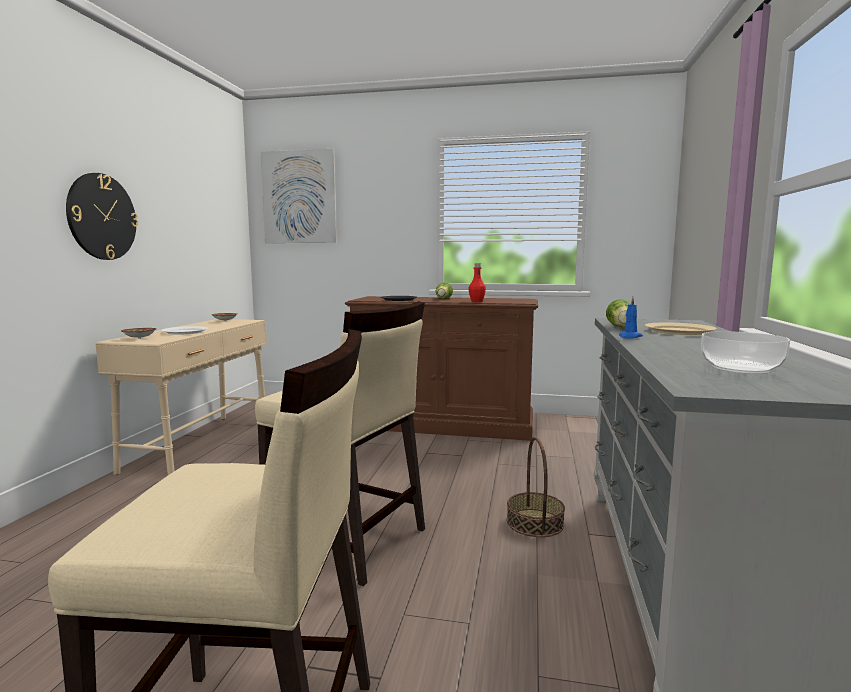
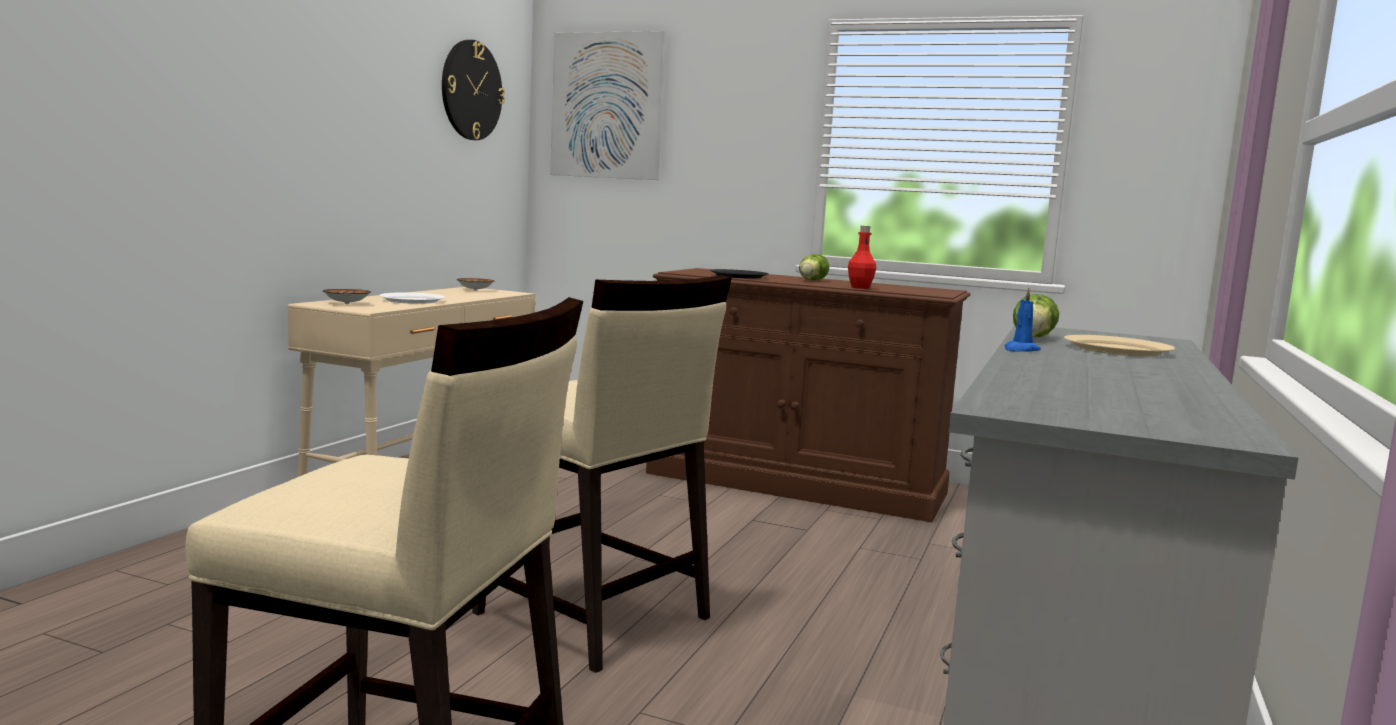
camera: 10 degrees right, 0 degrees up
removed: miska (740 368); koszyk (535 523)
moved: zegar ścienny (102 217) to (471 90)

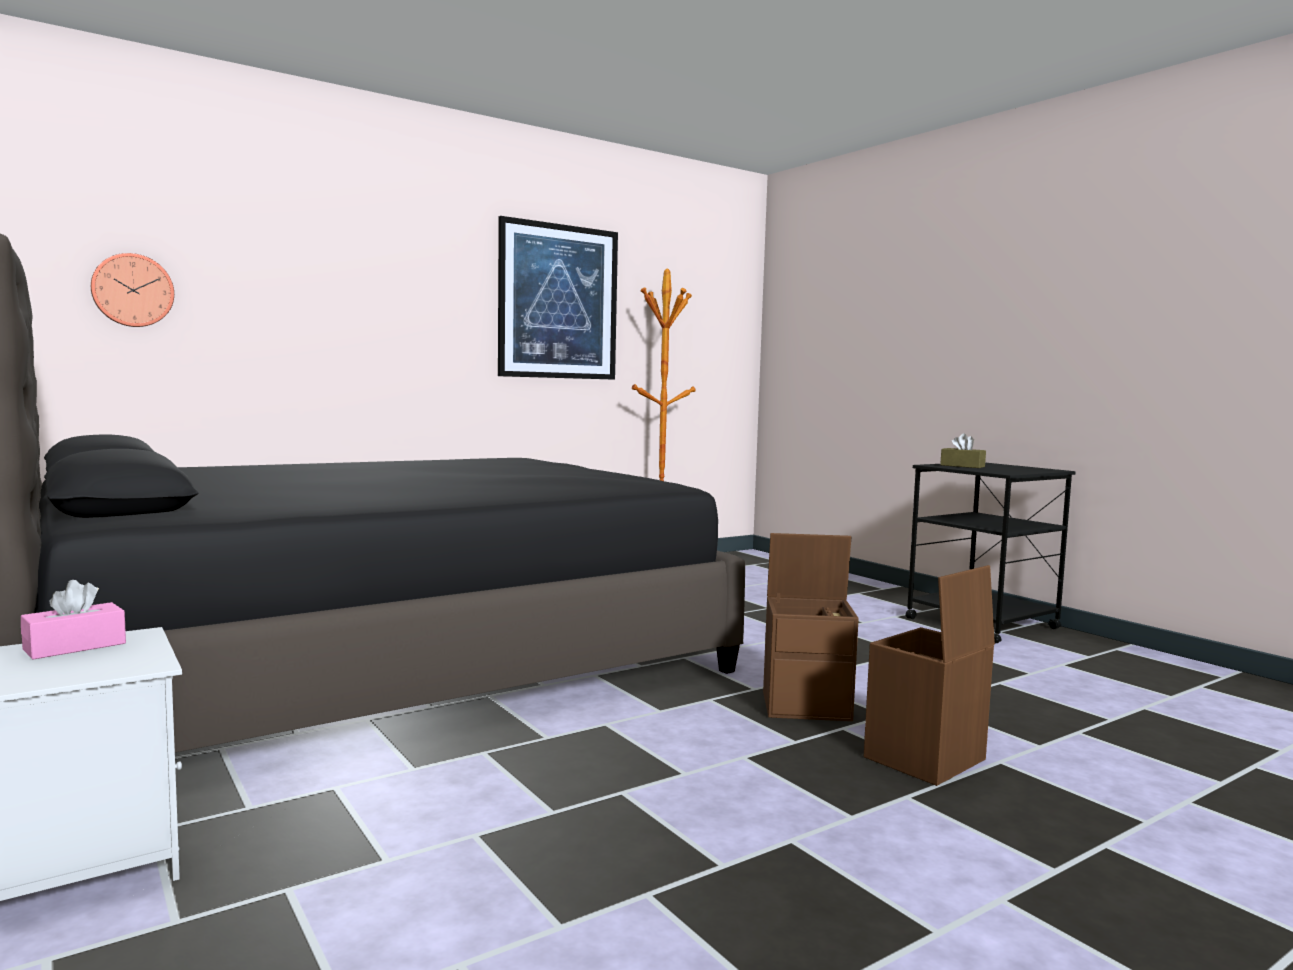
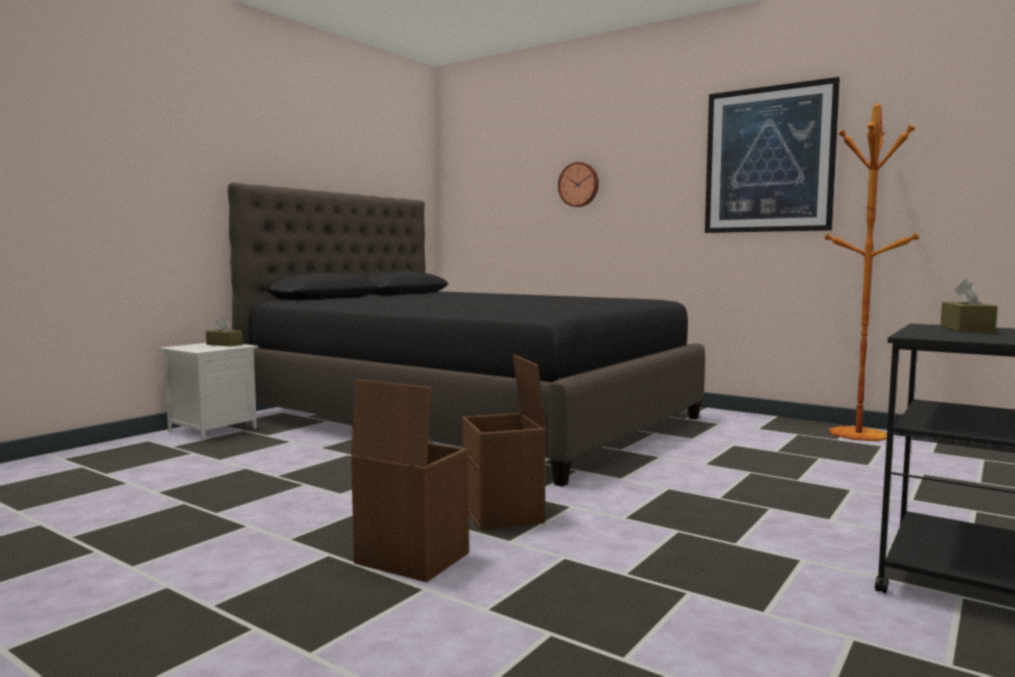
camera: 70 degrees right, 0 degrees up
moved: zegar ścienny (132 290) to (579 184)
recoloured: pudełko chusteczek/różowy (75 646) to pudełko chusteczek/brązowy (224 344)

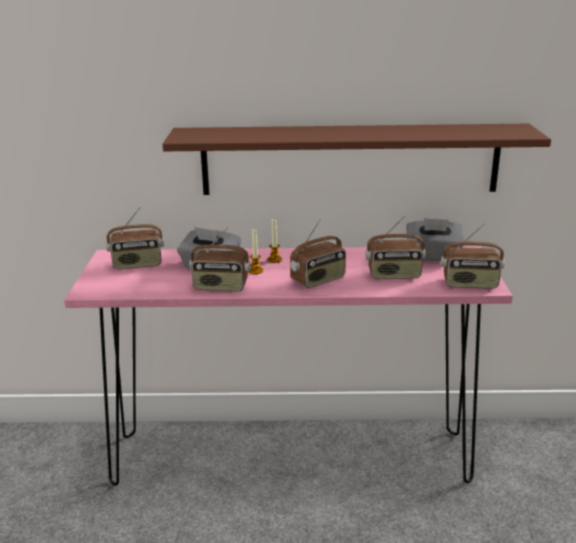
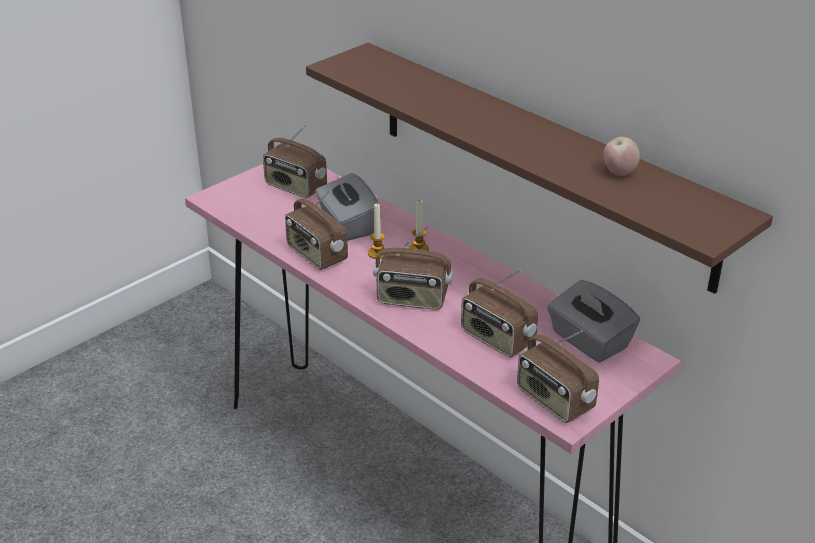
camera: 45 degrees right, 10 degrees up
added: jabłko (619 172)

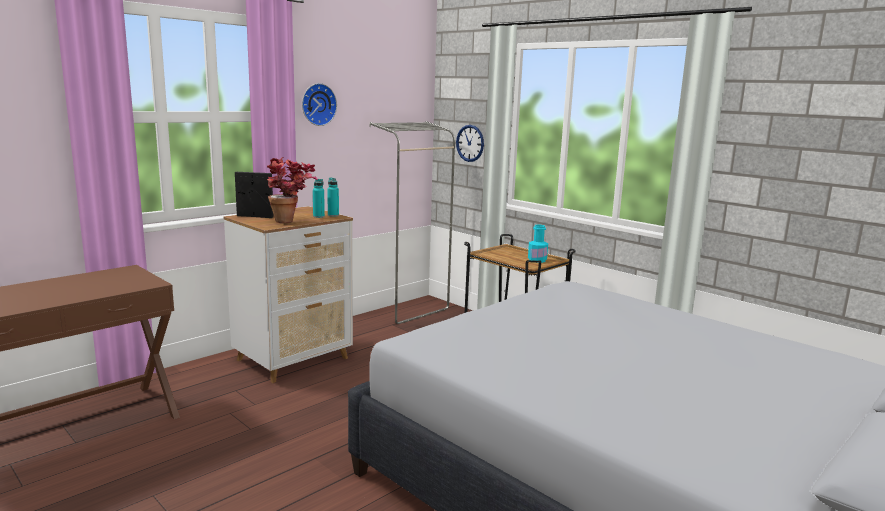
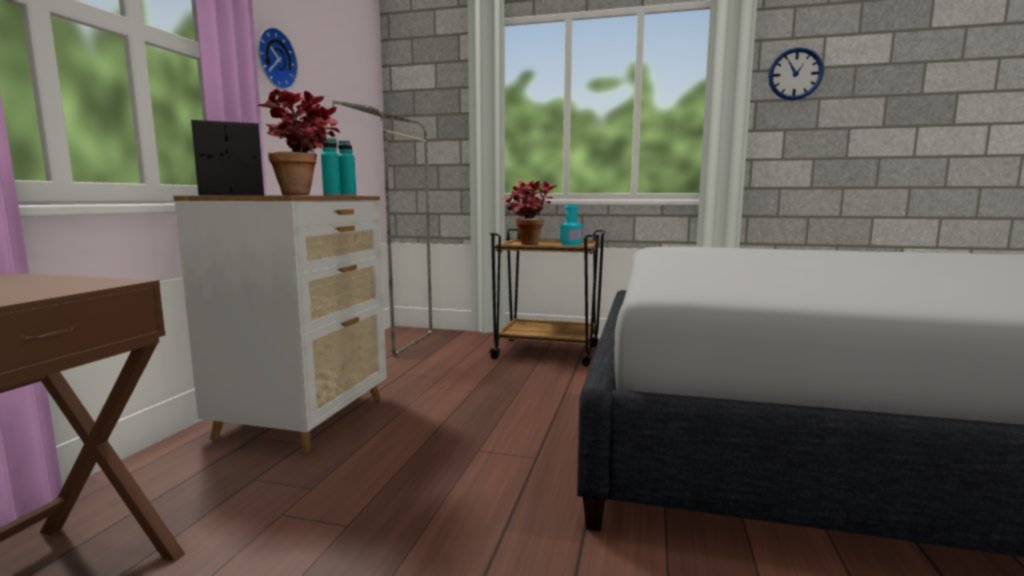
camera: 30 degrees left, 5 degrees down
added: roślina doniczkowa (527 244)
moved: zegar ścienny (470 143) to (795 74)

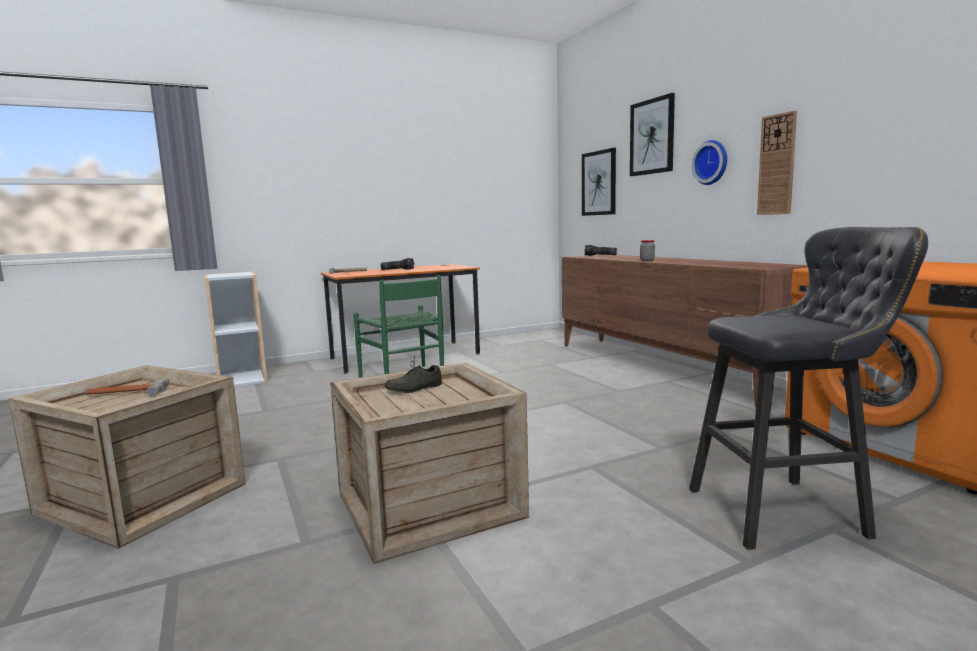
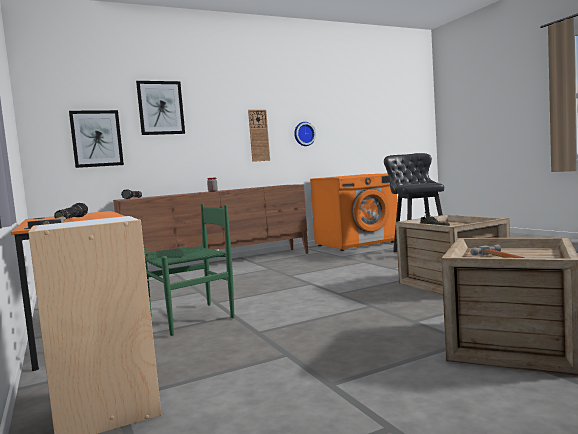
camera: 90 degrees left, 5 degrees down
moved: zegar ścienny (712 162) to (304 134)

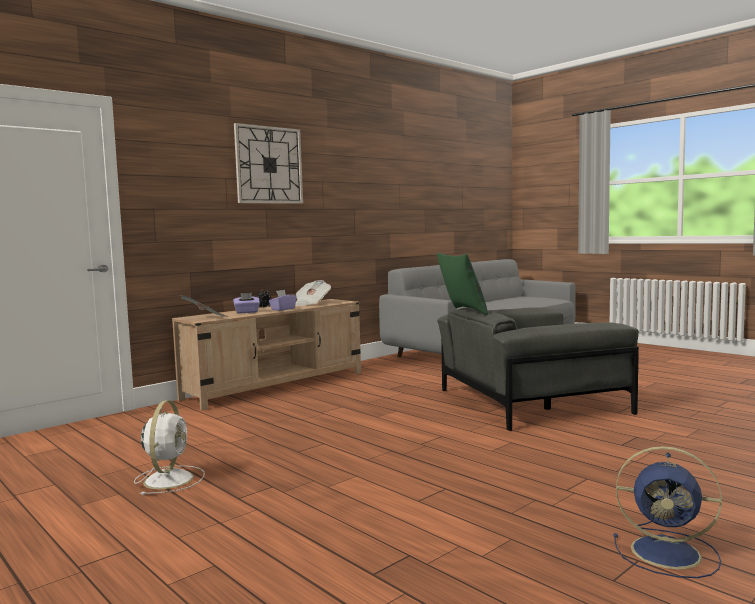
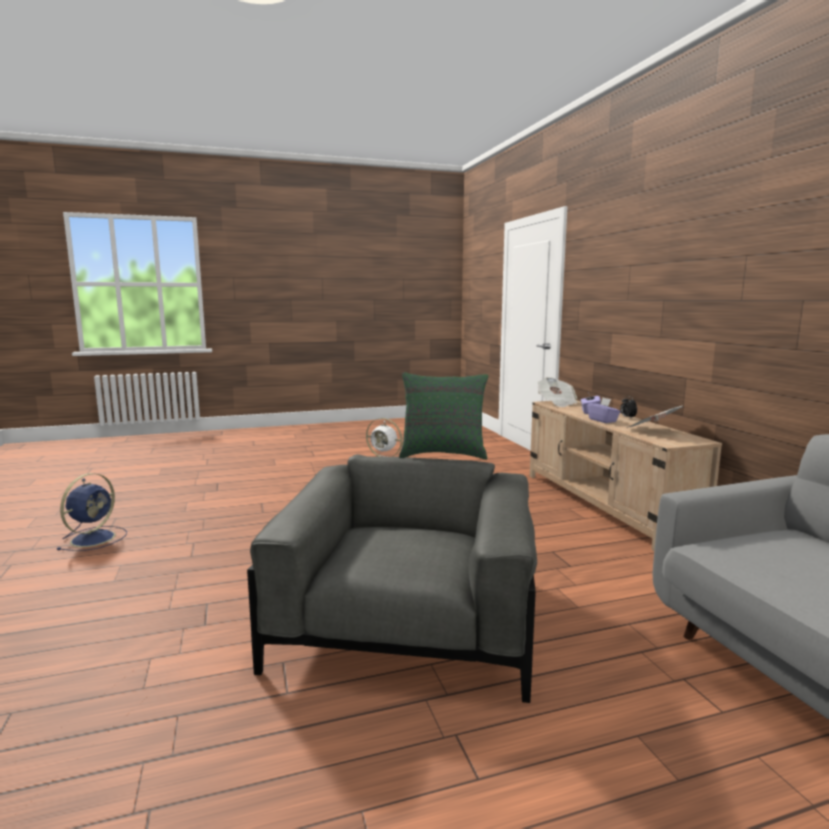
camera: 115 degrees right, 5 degrees up
removed: zegar ścienny (269 165)
turned: wentylator/niebieski (669 553) = (94 538) 150 degrees clockwise

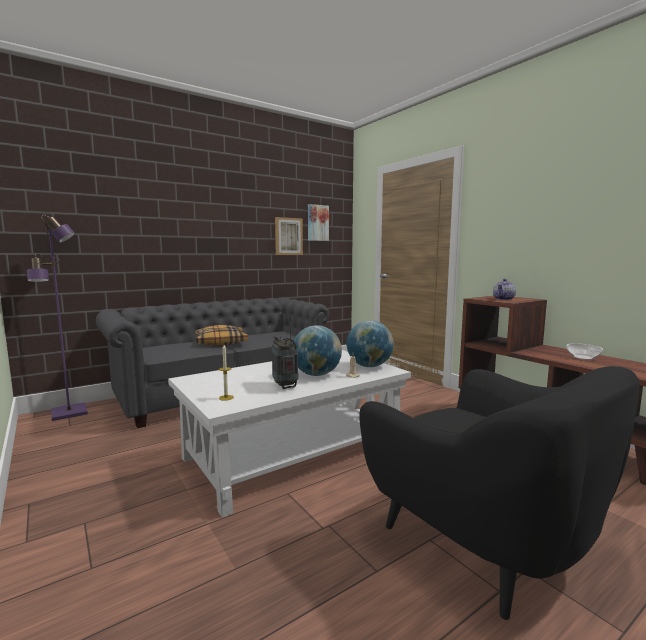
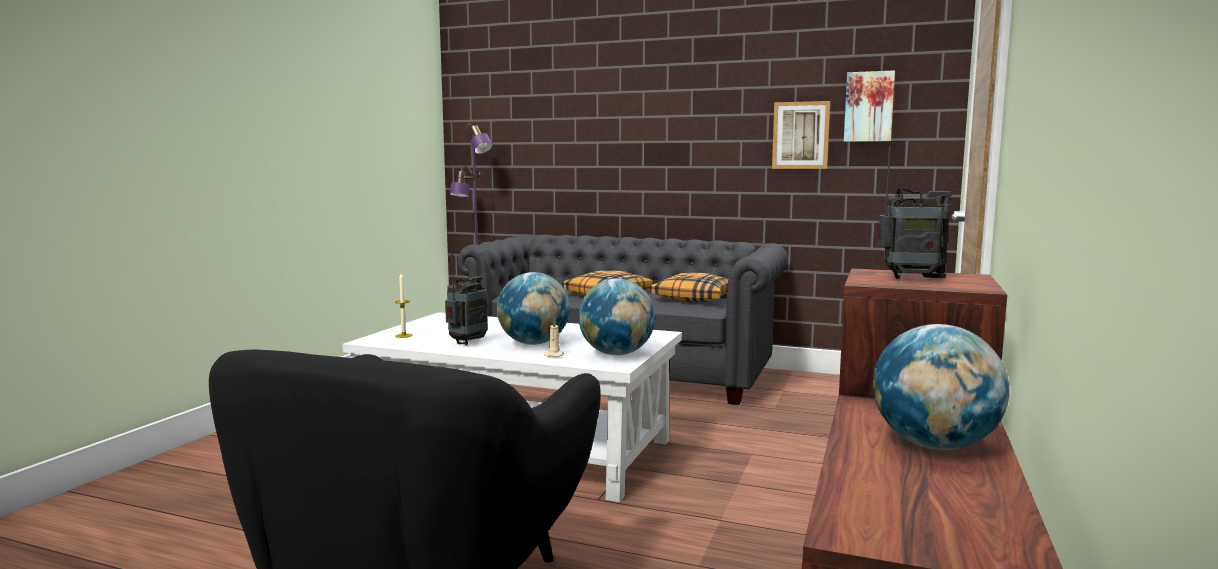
camera: 55 degrees right, 0 degrees up
added: poduszka (694 298)
replaced: imbryk (504 299) to radio (910 279); miska (583 357) to globus (934 445)

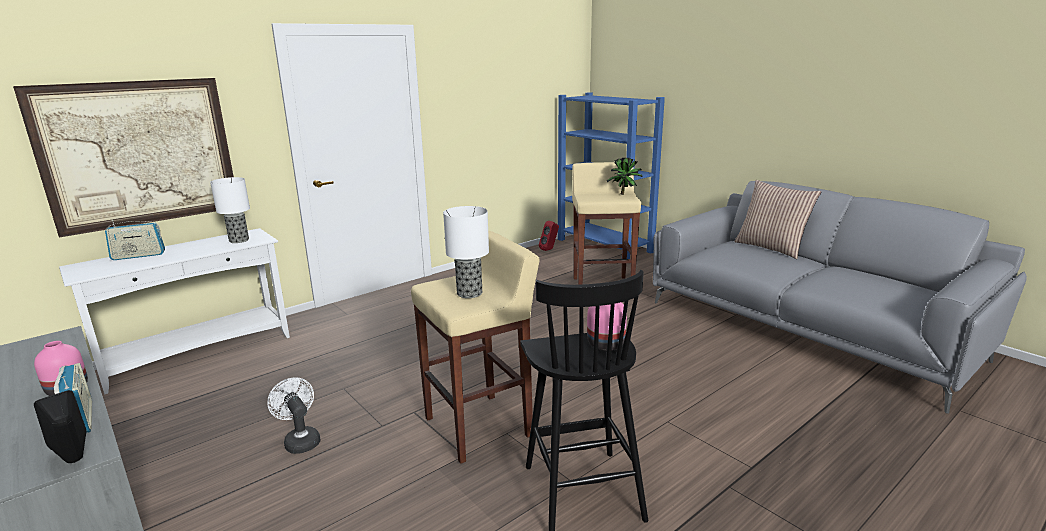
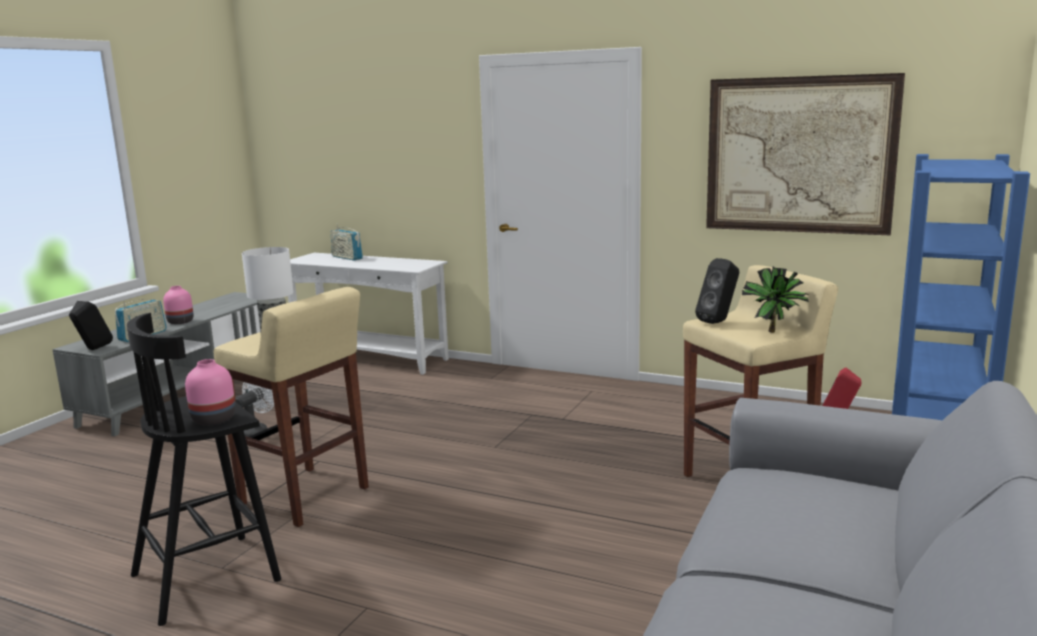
camera: 65 degrees right, 5 degrees down
removed: lampa stołowa (238 240); poduszka (771 248)
added: głośnik/czarny (719 322)
moved: obraz (139 153) to (799 155)

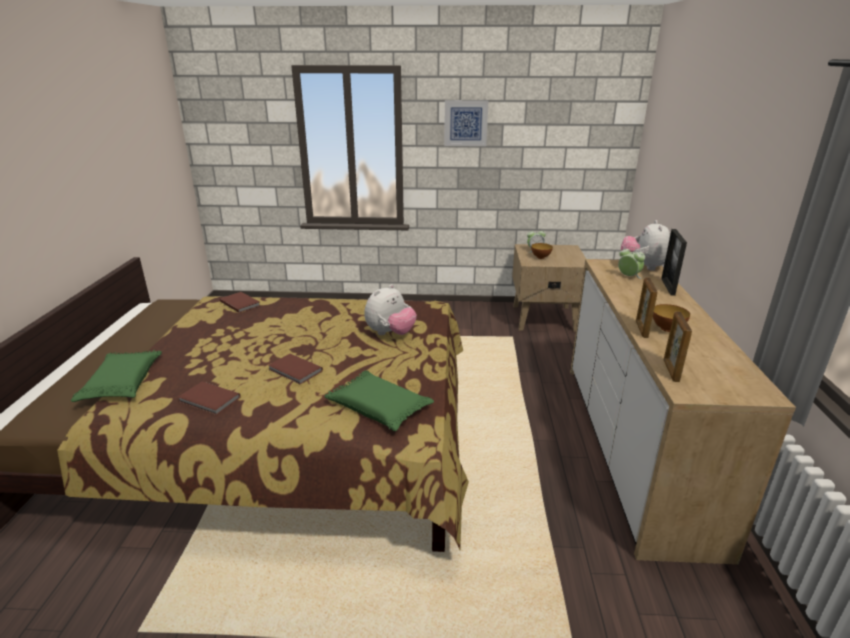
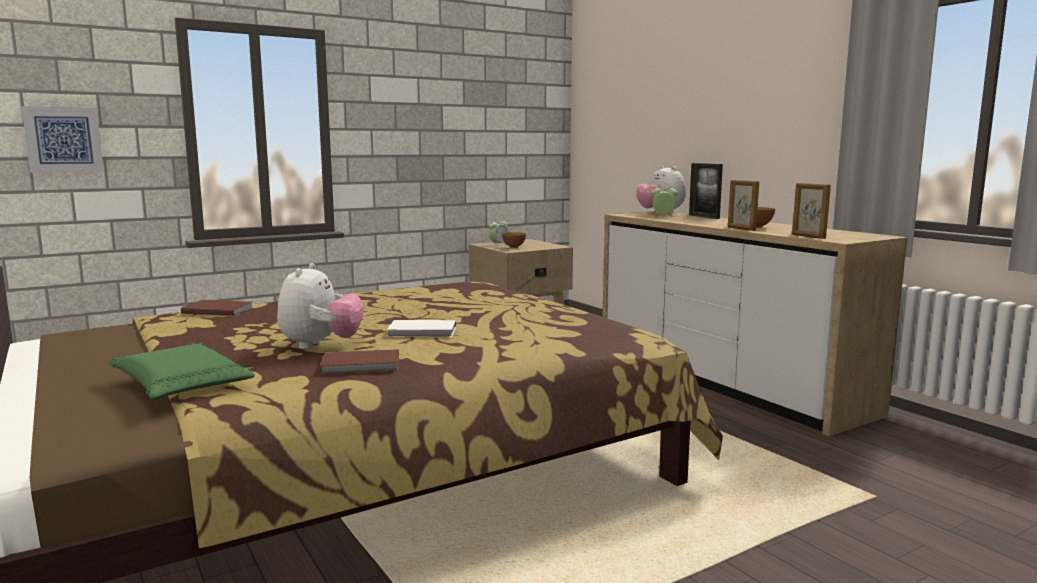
camera: 35 degrees left, 15 degrees down
removed: poduszka/zielony (379 405)
moved: obraz (465 123) to (63 139); pluszak (390 333) to (320 345)
recoloured: książka/brązowy (295 371) to książka/biały (423 332)

